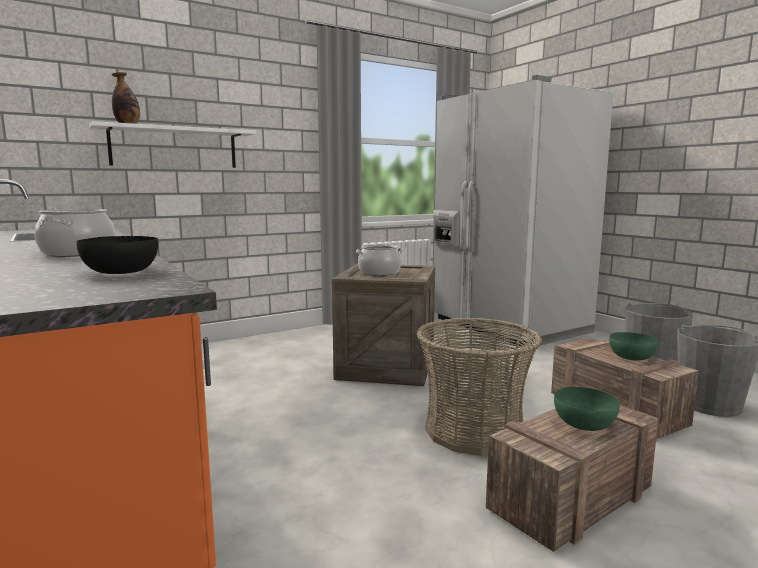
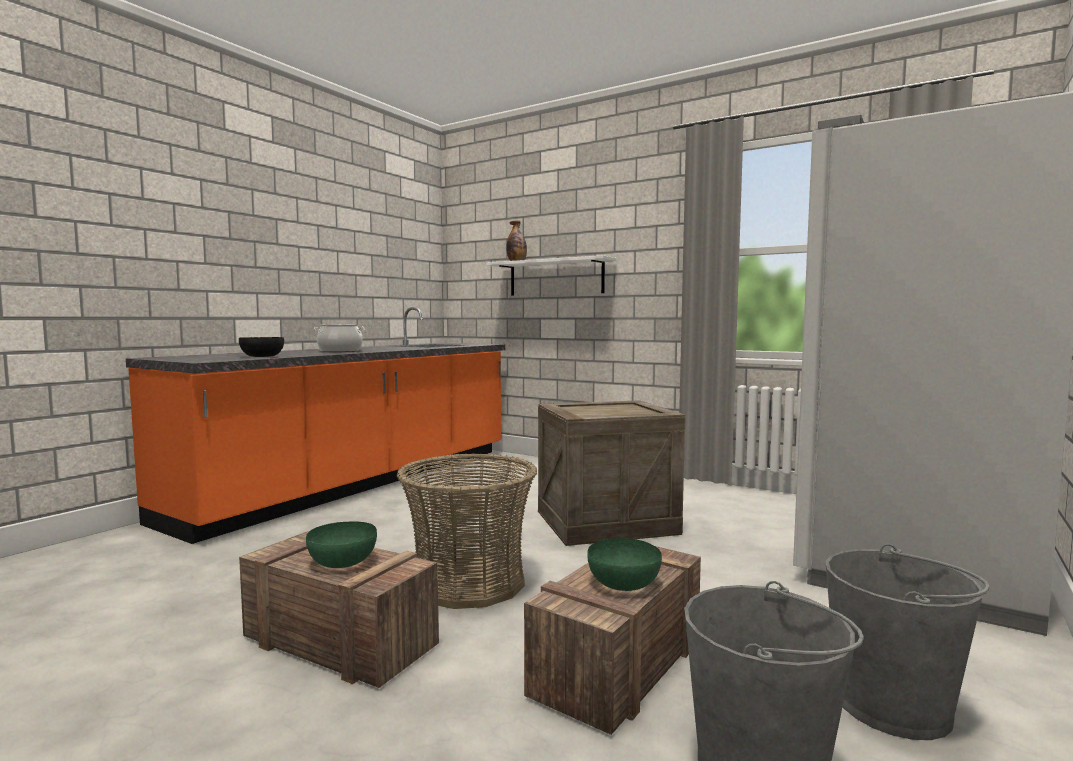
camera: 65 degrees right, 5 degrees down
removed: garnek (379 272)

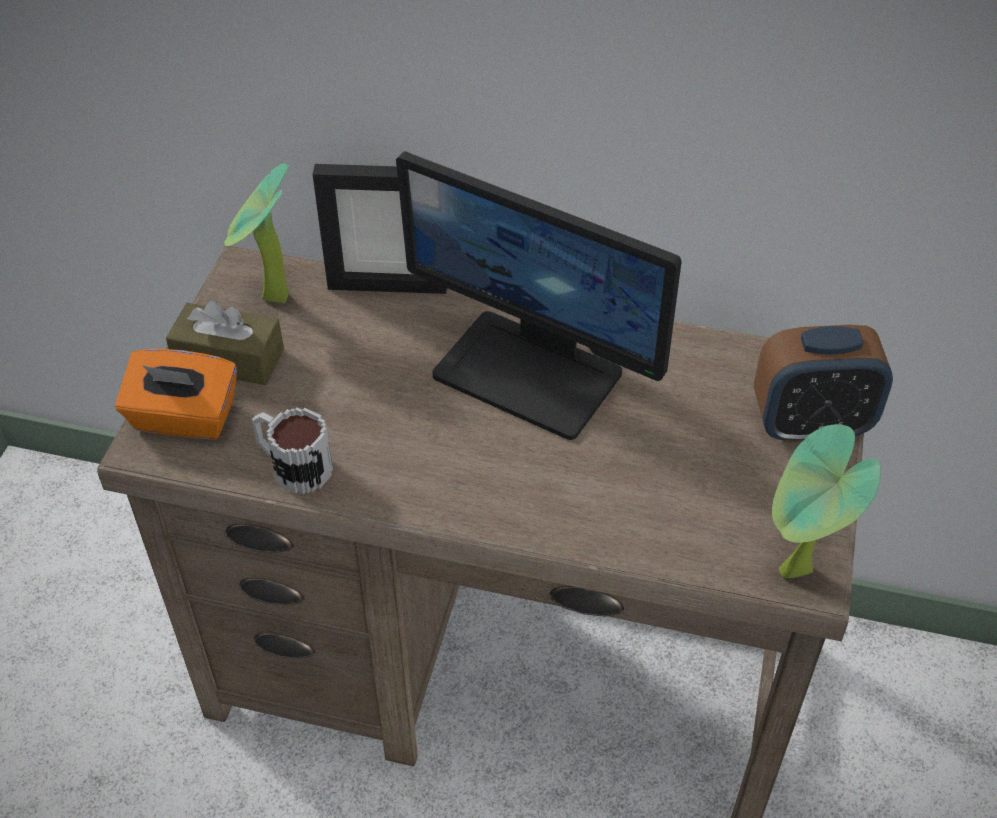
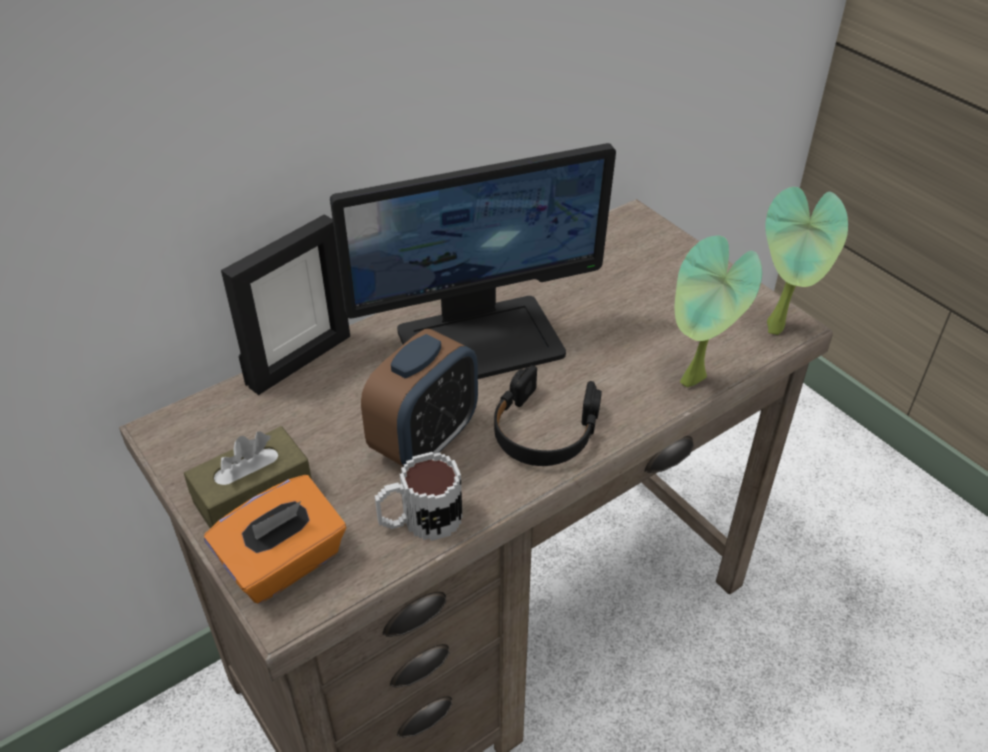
camera: 50 degrees left, 5 degrees down
added: słuchawki/czarny (544 430)
moved: roślina doniczkowa (271 301) to (694 384); budzik (810 424) to (425 441)

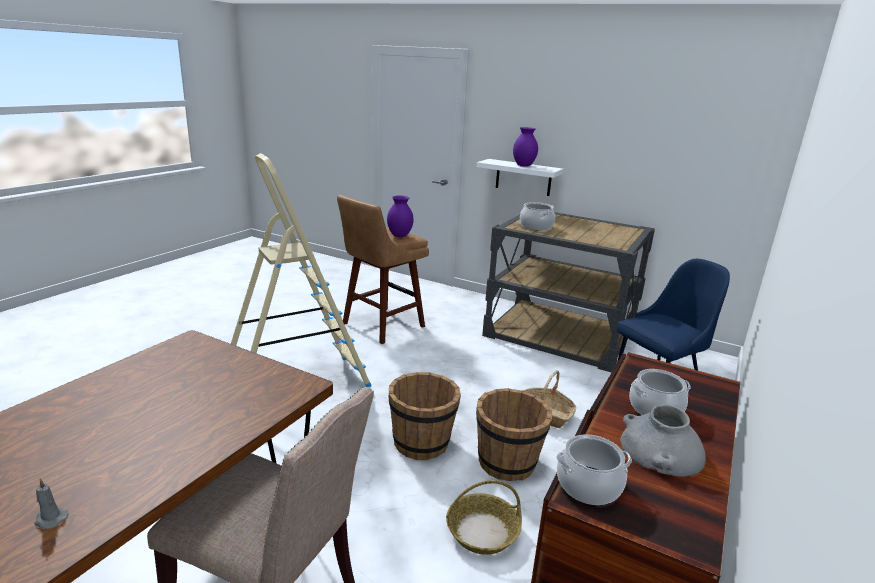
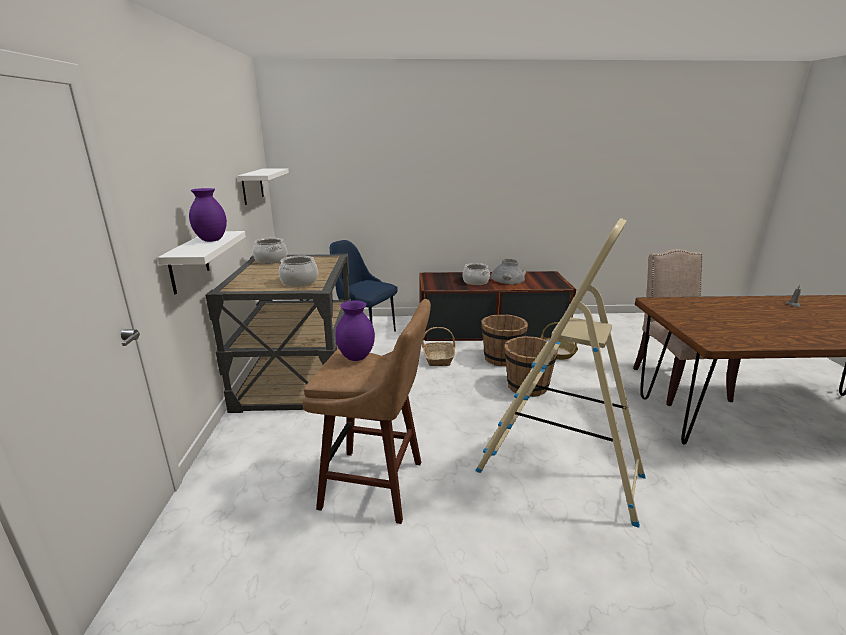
camera: 120 degrees left, 0 degrees up
added: półka/biały (252 186)
moved: garnek (588 485) to (271 260)

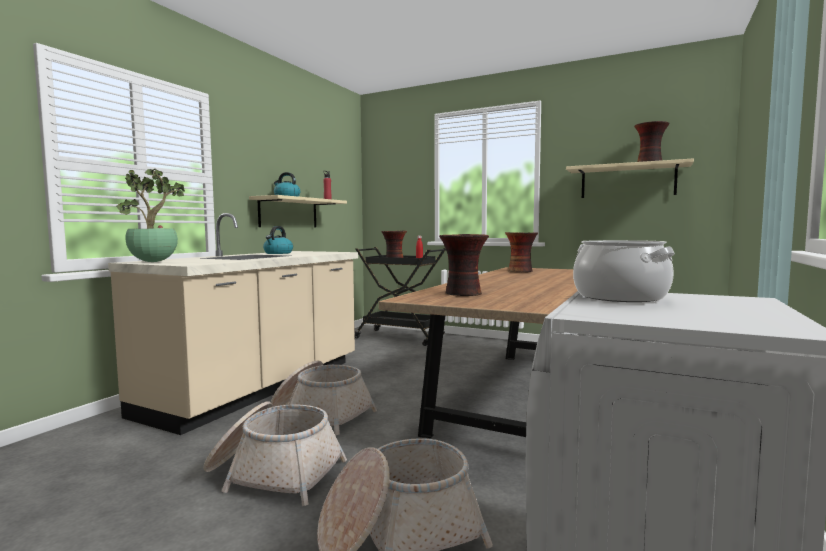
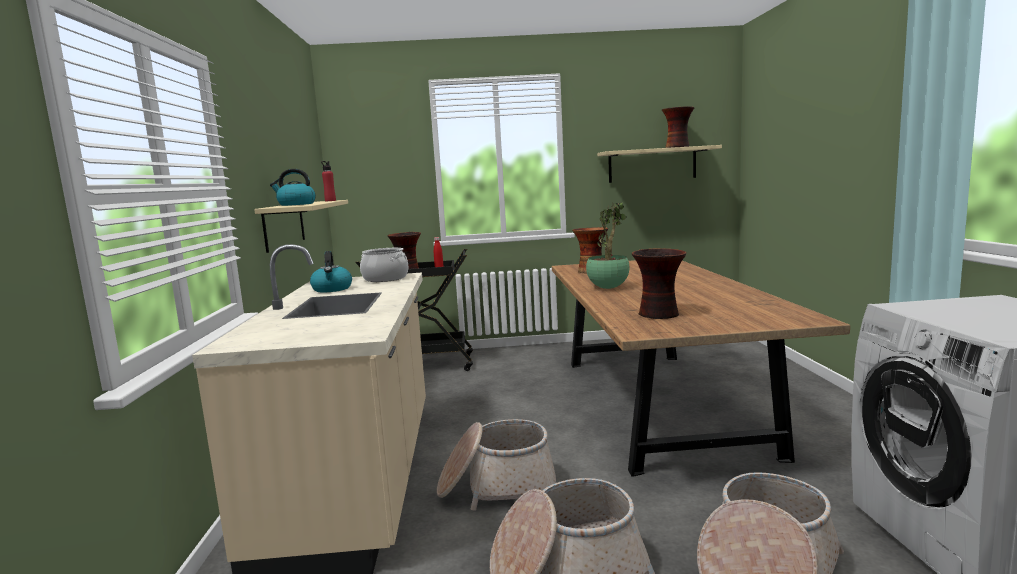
camera: 30 degrees left, 5 degrees up
moved: roślina doniczkowa (154 262) to (608 288); garnek (619 297) to (385 279)

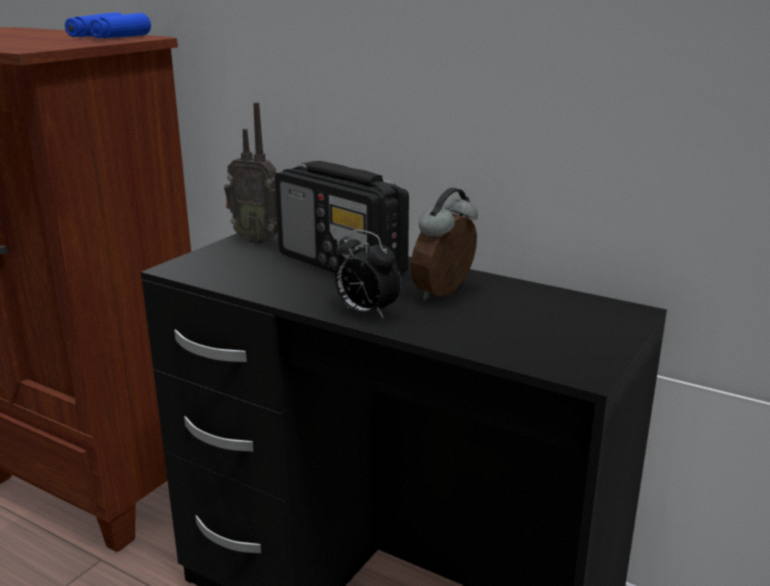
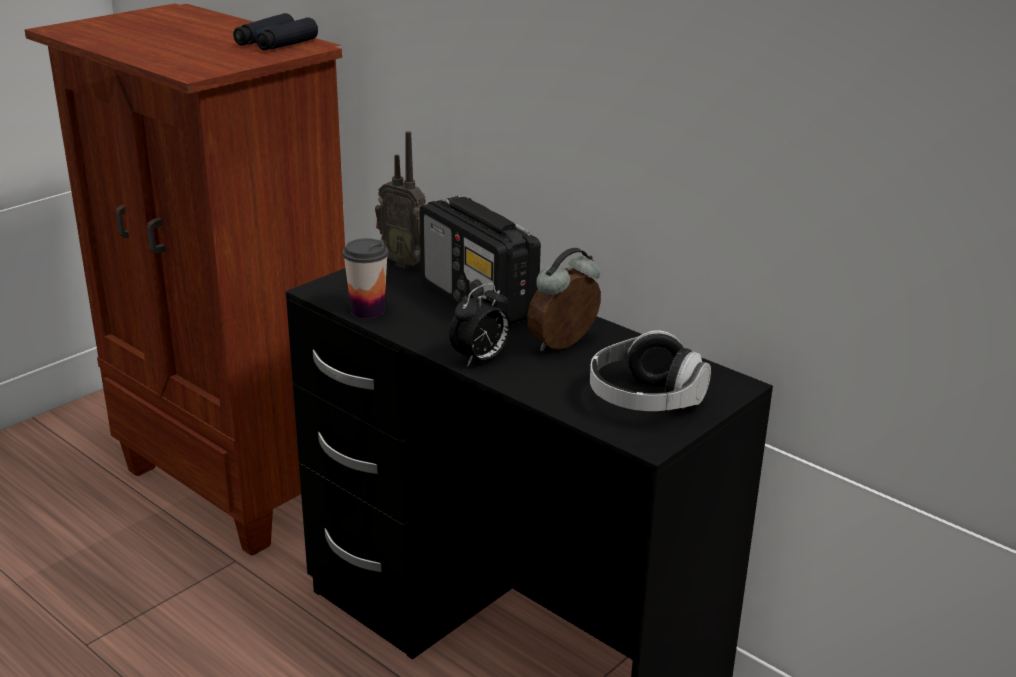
camera: 10 degrees right, 5 degrees up
added: filiżanka (367 311); słuchawki (645 400)
recoloured: lornetka/niebieski (109 37) to lornetka/czarny (275 43)
turned: budzik (366 312) = (480 359) 90 degrees counterclockwise

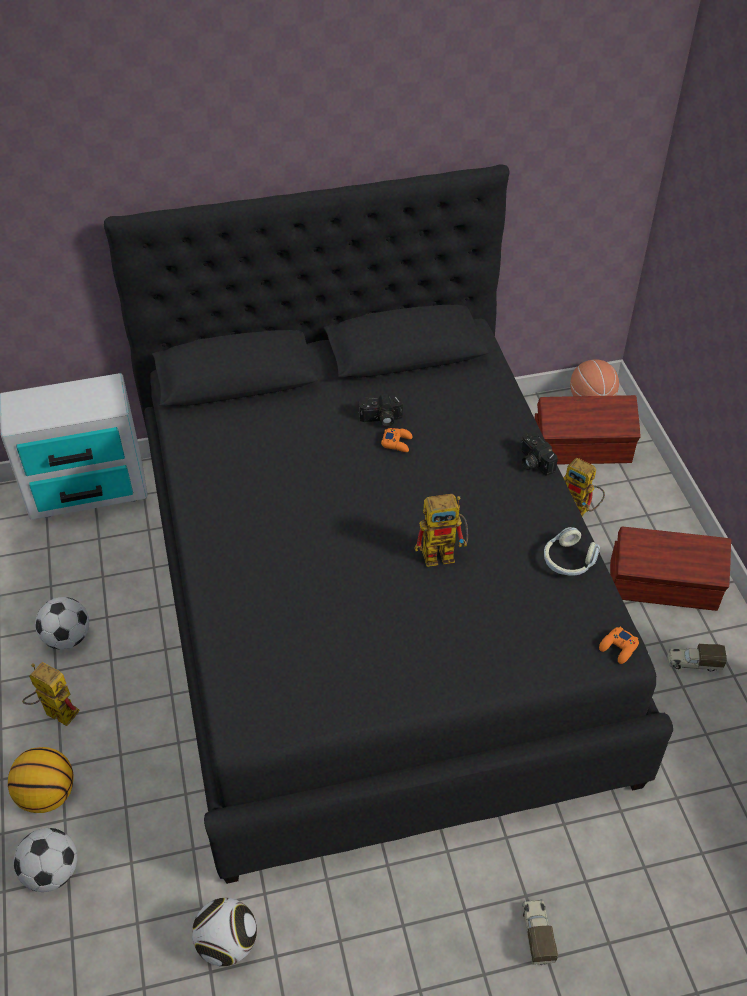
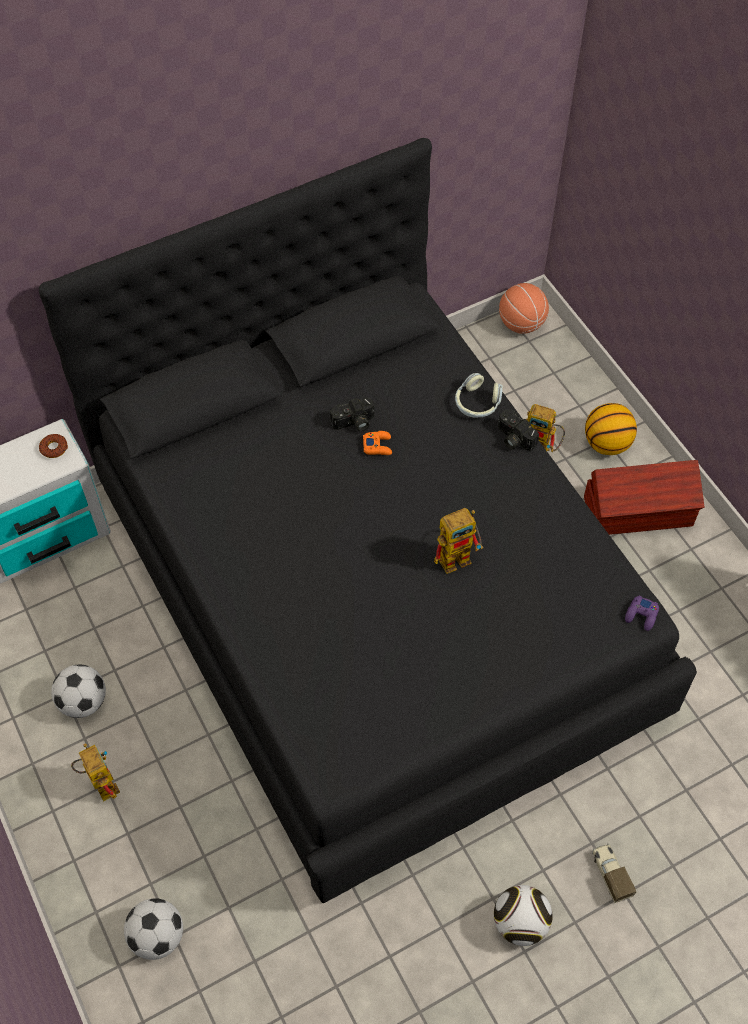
camera: 15 degrees left, 10 degrees up
removed: pojemnik do przechowywania/brązowy (582 449); ciężarówka zabawkowa (693 663)
added: donut (54 448)
moved: słuchawki (568 561) to (477 403); piłka do koszykówki (47 794) to (606 443); piłka futbolowa (227 943) to (519 923)
recoloured: pad do gier/pomarańczowy (618 648) to pad do gier/fioletowy (641 615)
turned: robot zabawkowy (54 713) = (100 781) 45 degrees clockwise

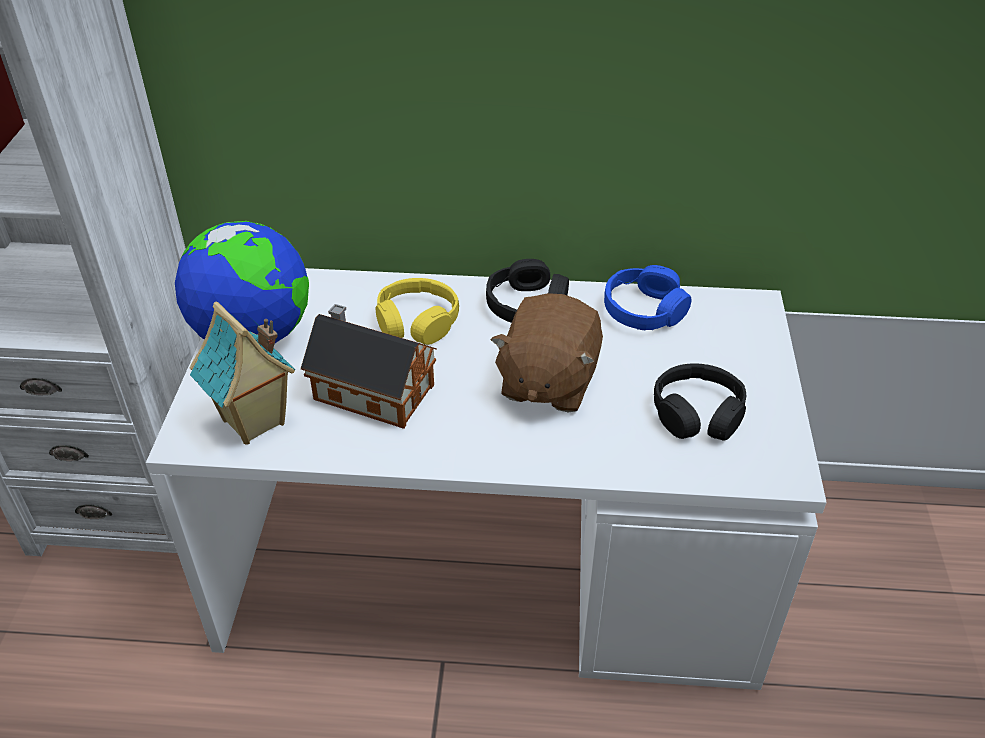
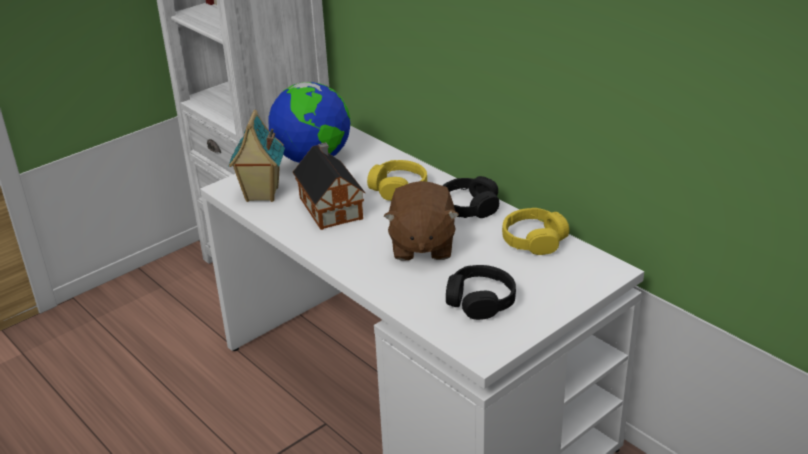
camera: 45 degrees right, 10 degrees down
recoloured: słuchawki/niebieski (644 310) to słuchawki/żółty (534 240)
turned: pluszak/brązowy (547 382) = (421 245) 60 degrees counterclockwise

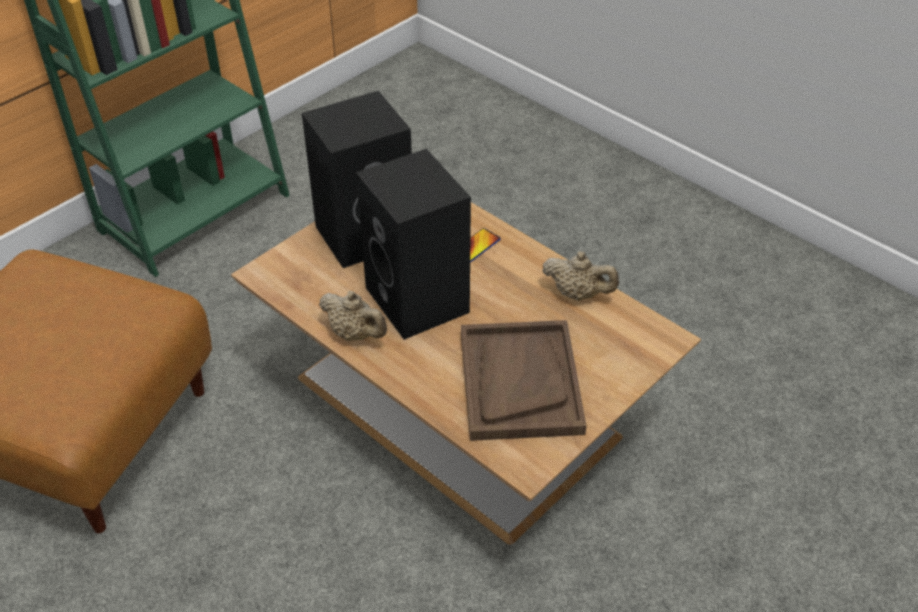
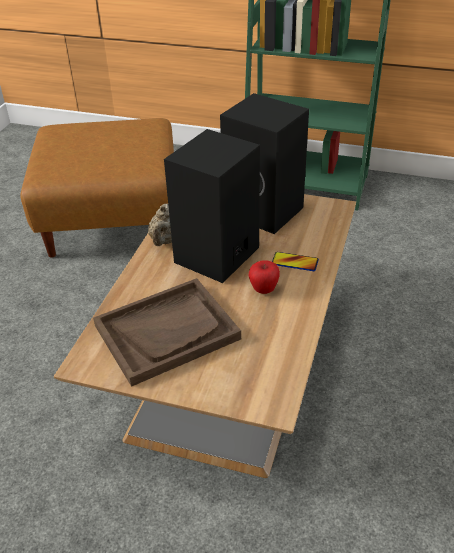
camera: 65 degrees right, 5 degrees down
removed: imbryk/beżowy (578 294)
added: jabłko (263 289)

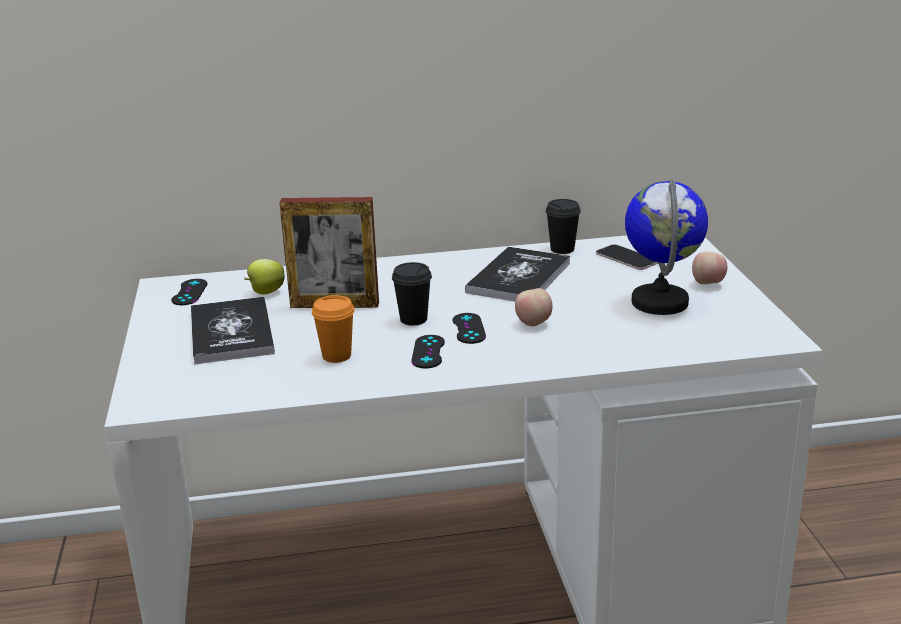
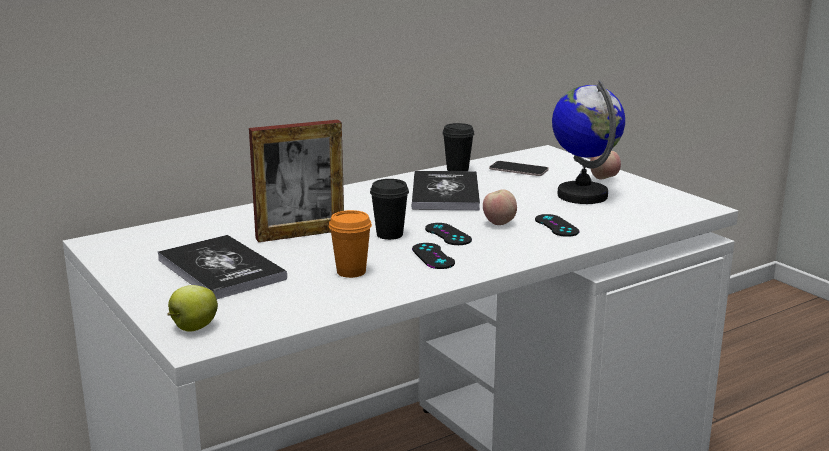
camera: 25 degrees left, 5 degrees down
moved: jabłko (266 292) to (193 328); pad do gier/czarny (189 292) to (556 226)

